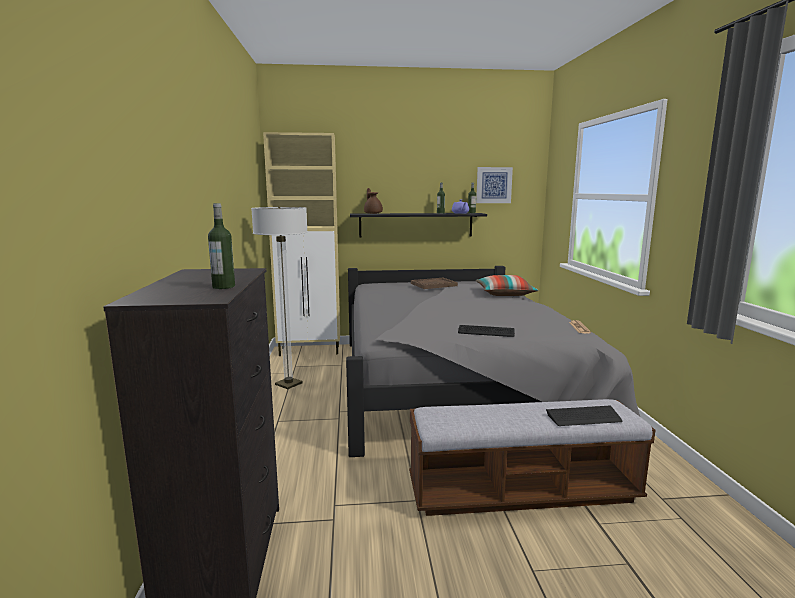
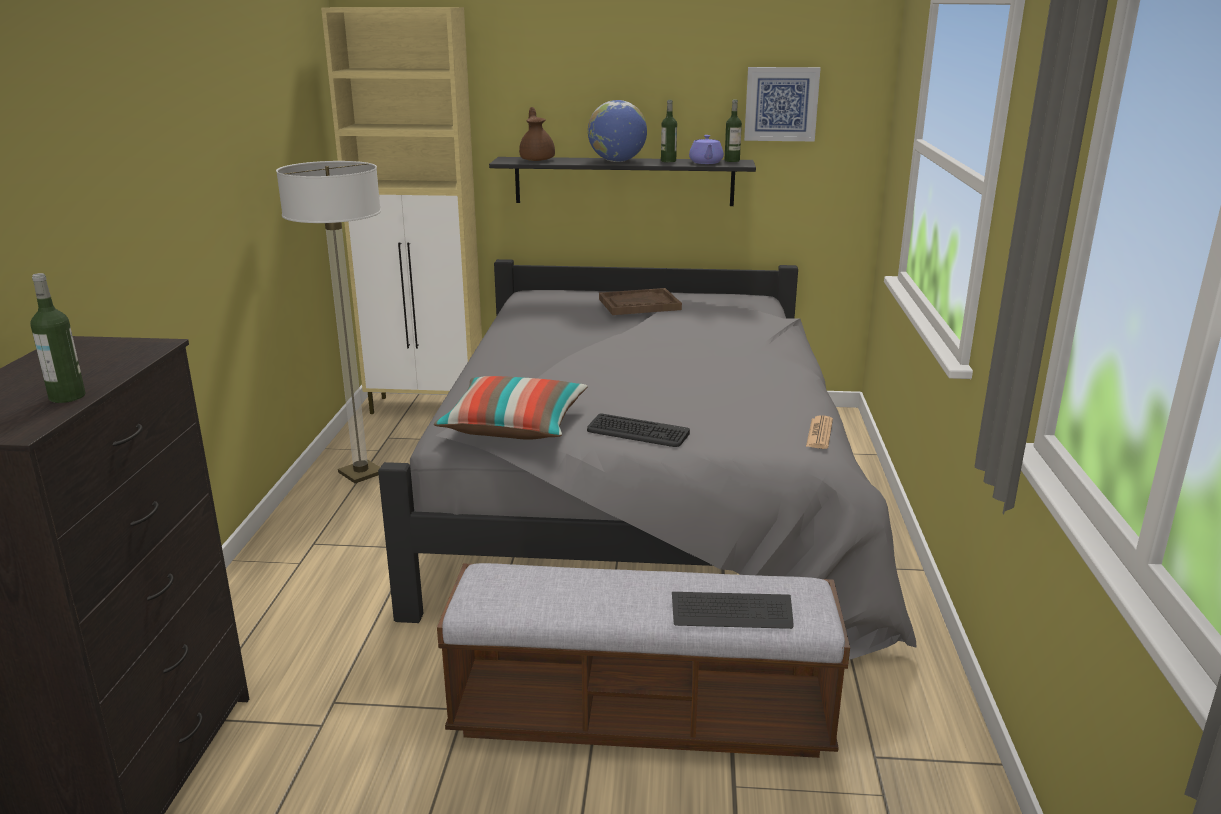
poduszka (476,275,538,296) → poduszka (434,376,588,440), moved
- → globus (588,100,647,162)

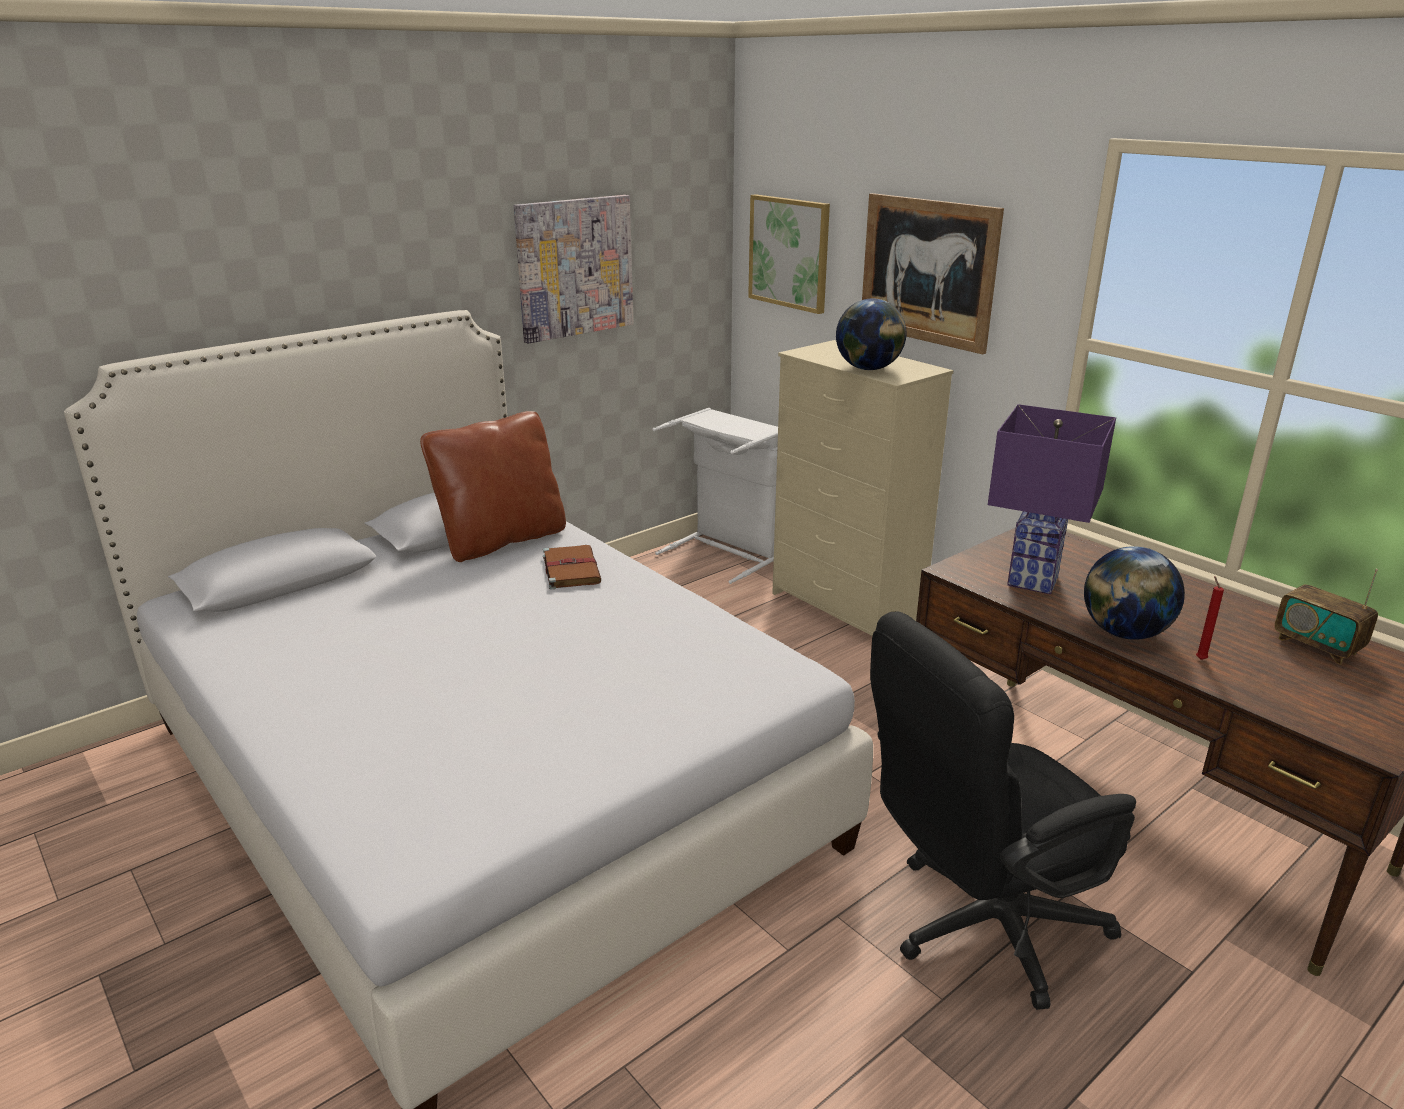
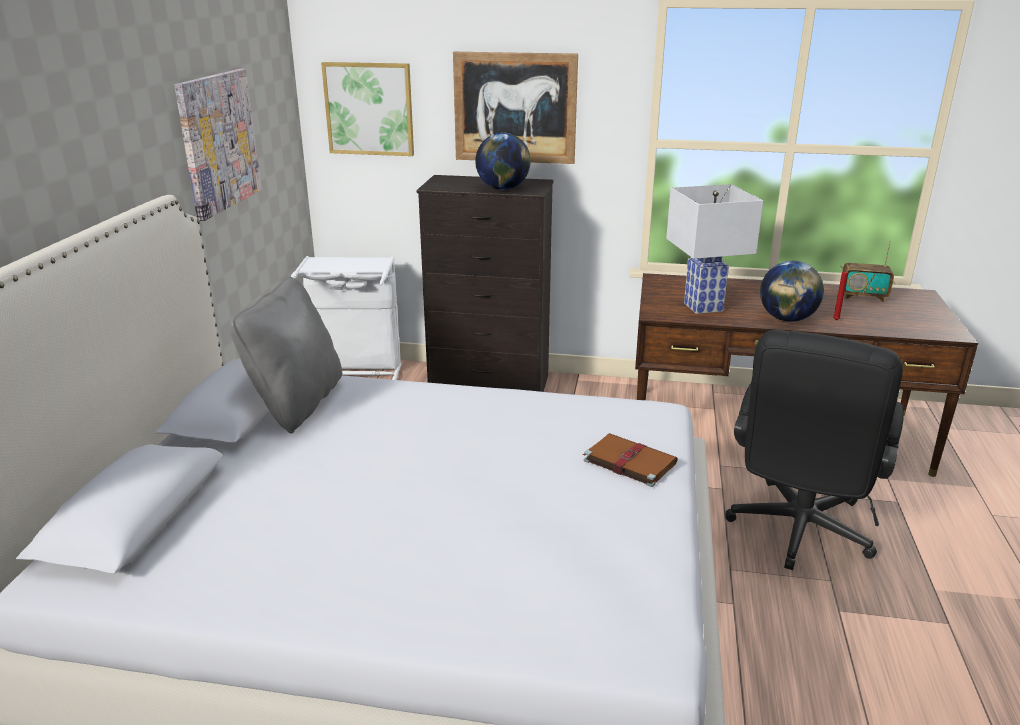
poduszka [brązowy] (420,411,566,562) → poduszka [szary] (229,277,342,434)
komoda [beżowy] (772,340,953,636) → komoda [czarny] (417,175,554,392)
książka [brązowy] (543,545,601,589) → książka [brązowy] (583,433,678,487), moved
lampa stołowa [fioletowy] (988,404,1116,594) → lampa stołowa [biały] (666,184,764,314)

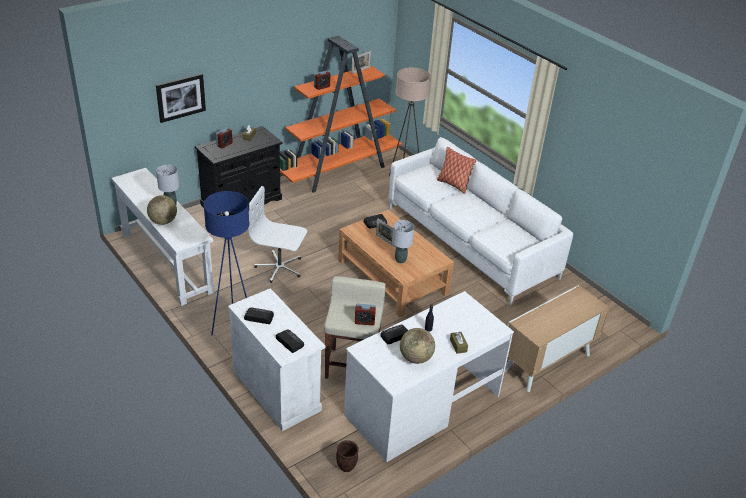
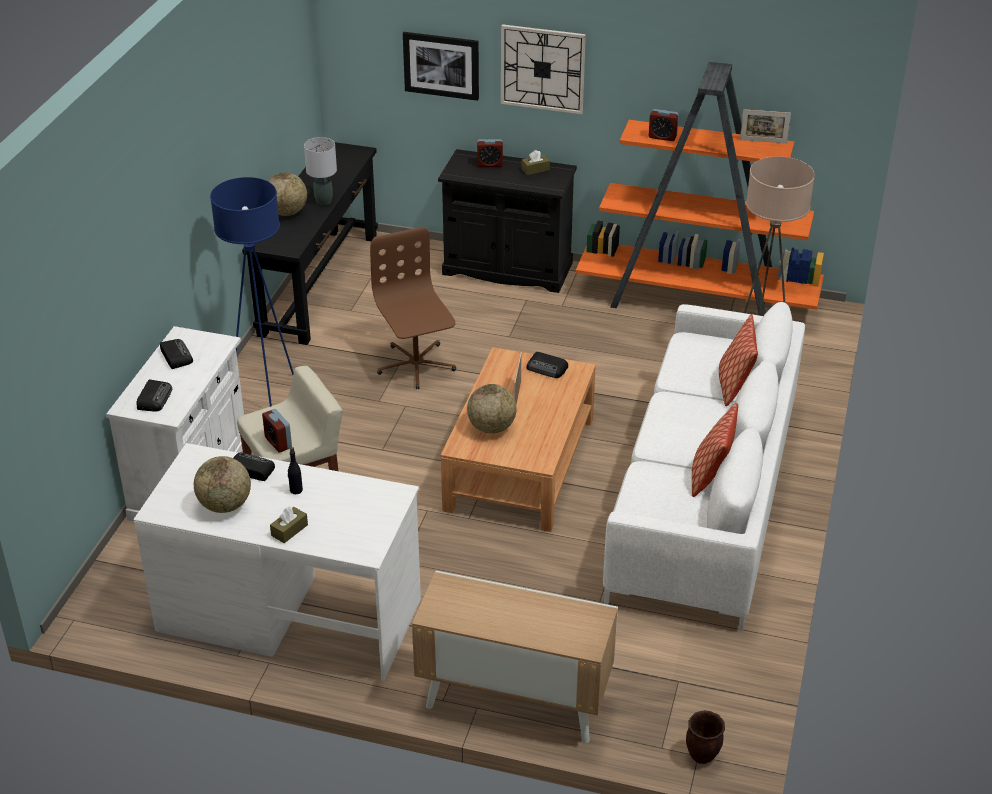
stolik konsolowy [biały] (111,168,215,306) → stolik konsolowy [czarny] (242,142,378,345)
krzesło biurowe [biały] (249,186,307,283) → krzesło biurowe [brązowy] (370,227,456,389)
lampa stołowa [szary] (392,220,414,263) → globus (467,384,517,434)
- → zegar ścienny (501,24,586,114)
donica [brązowy] (336,440,359,472) → donica [brązowy] (686,710,725,764), moved
- → poduszka (692,403,738,497)

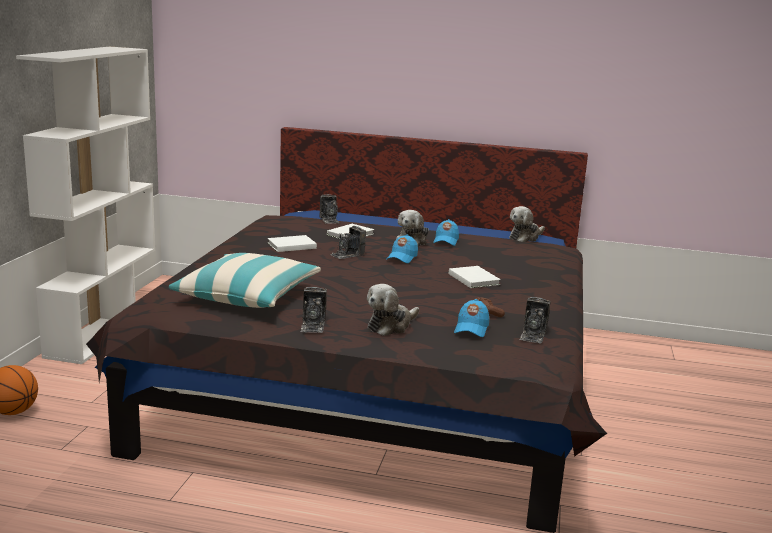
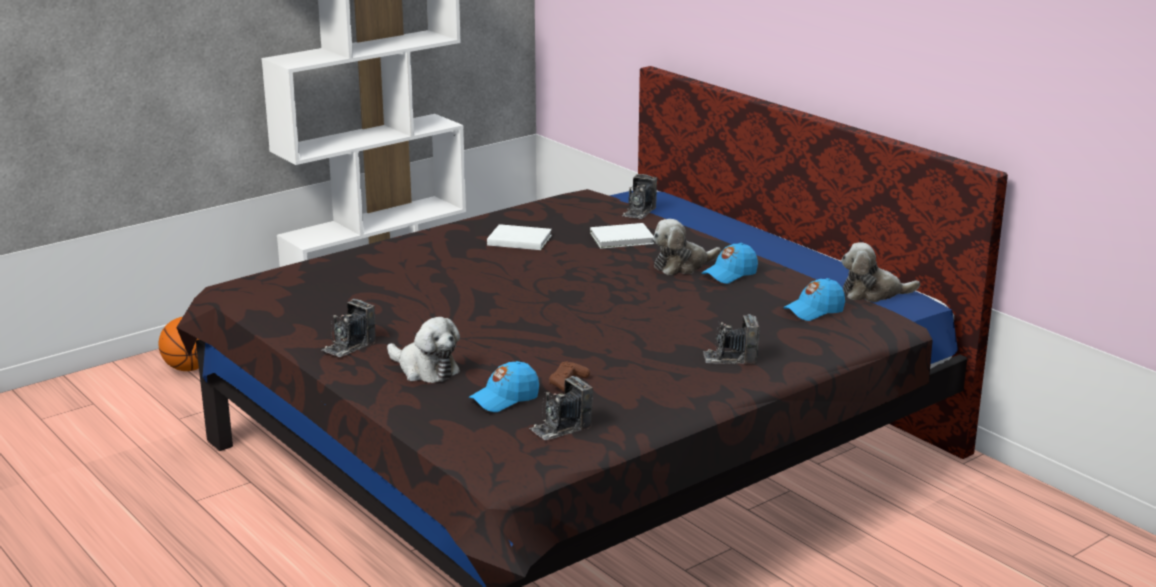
pluszak (367,284,419,336) → pluszak (387,317,460,383), 135 degrees counterclockwise
aparat fotograficzny (330,226,366,259) → aparat fotograficzny (702,314,759,364), moved
czapka z daszkiem [niebieski] (386,235,418,263) → czapka z daszkiem [niebieski] (783,278,845,321), moved
poduszka (169,253,321,308) → -
książka [biały] (449,266,501,288) → -

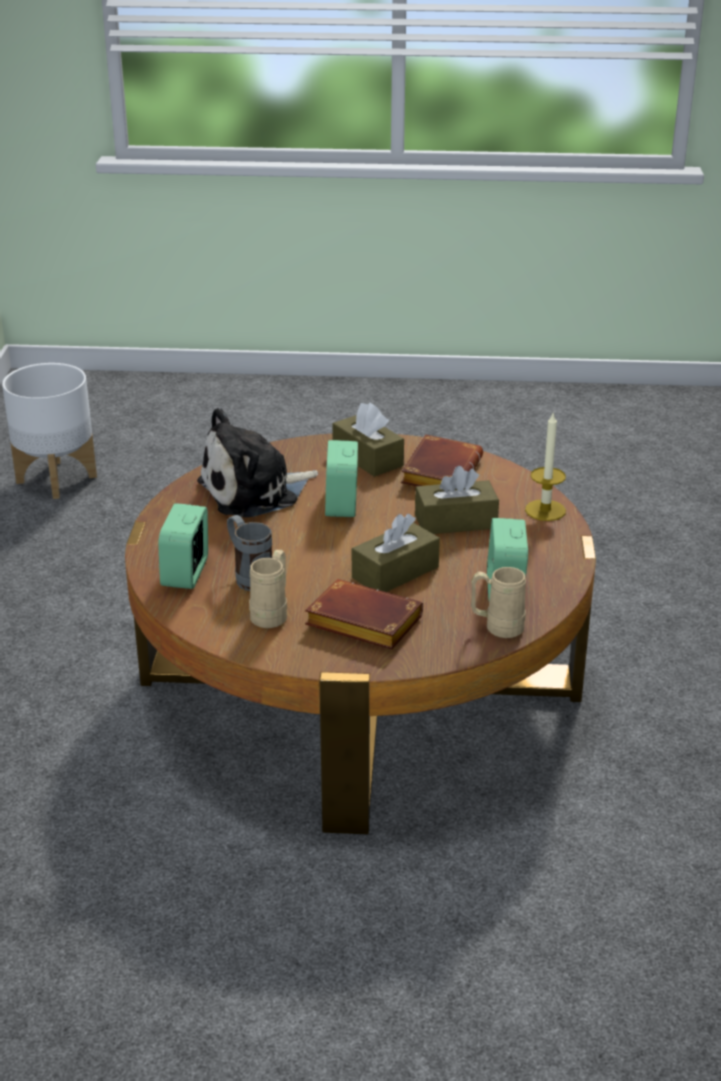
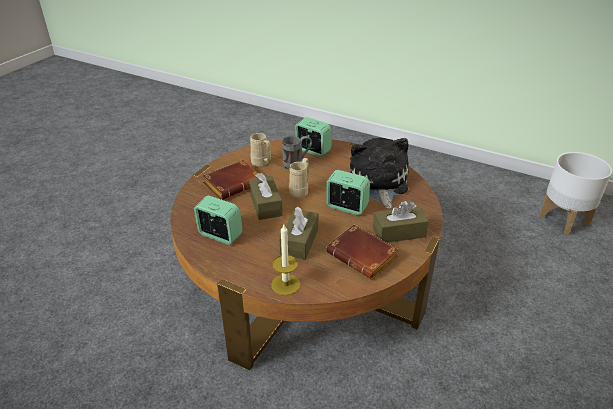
kubek [beżowy] (471,567,526,638) → kubek [beżowy] (289,158,309,198), moved

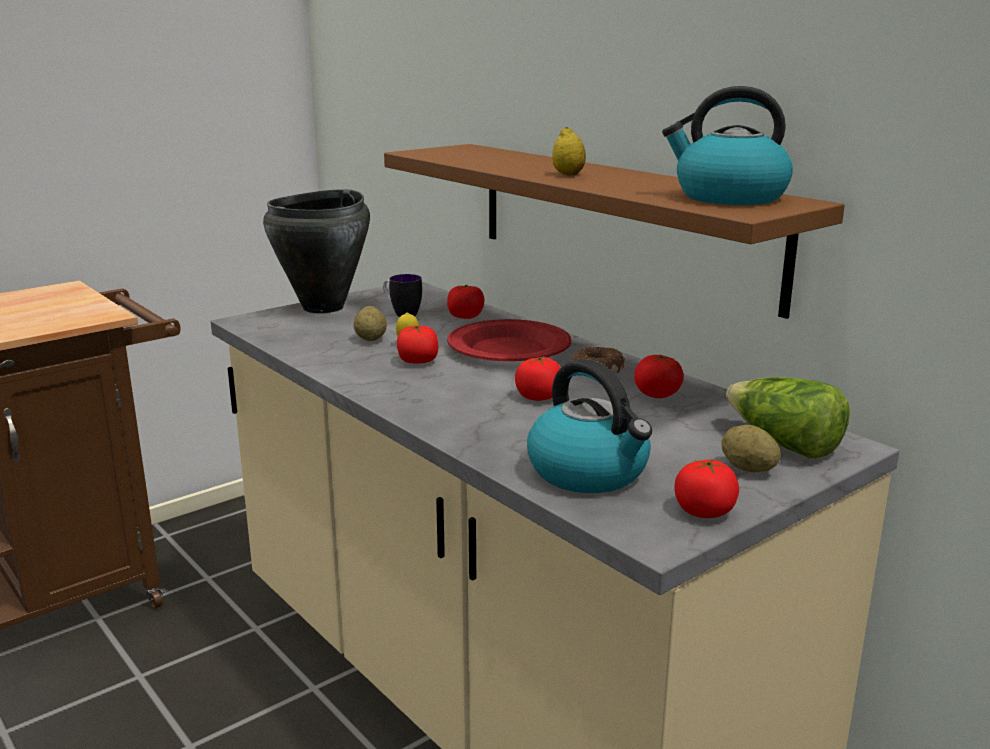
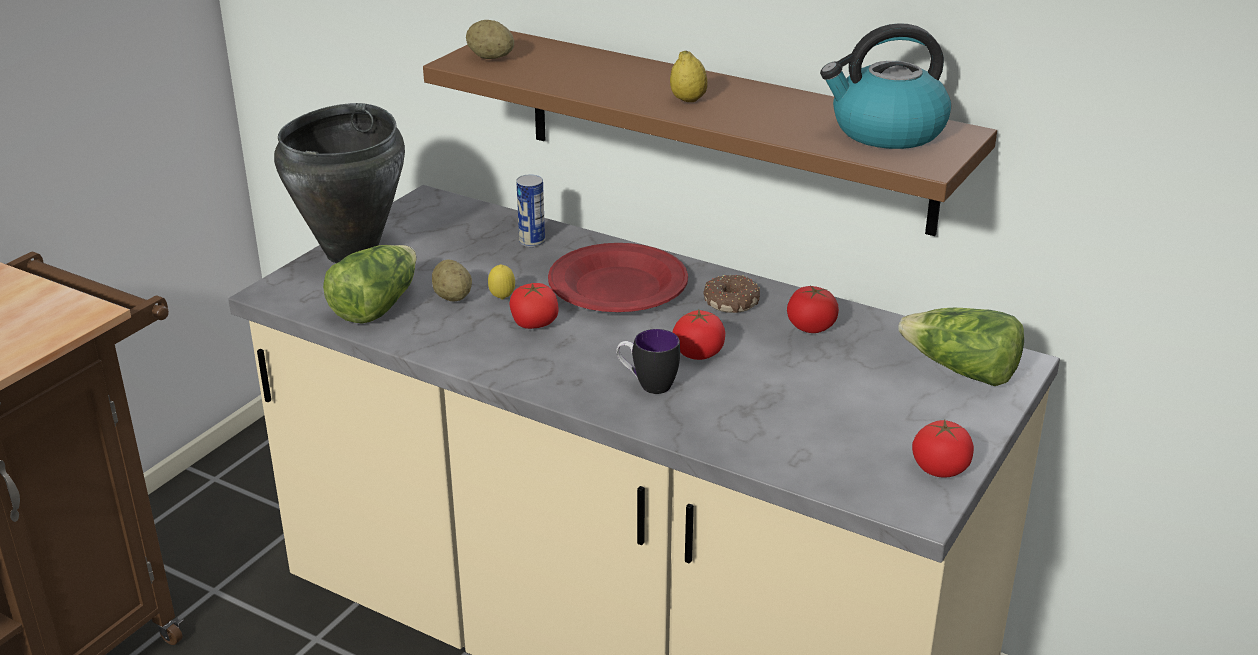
- → sałata (323,245,416,324)
ziemniak (721,425,781,472) → ziemniak (466,20,514,59), moved
pomidor (447,284,485,319) → puszka (516,174,545,247)
kubek (383,274,422,317) → kubek (616,329,680,394), moved
czajnik (527,359,652,493) → -

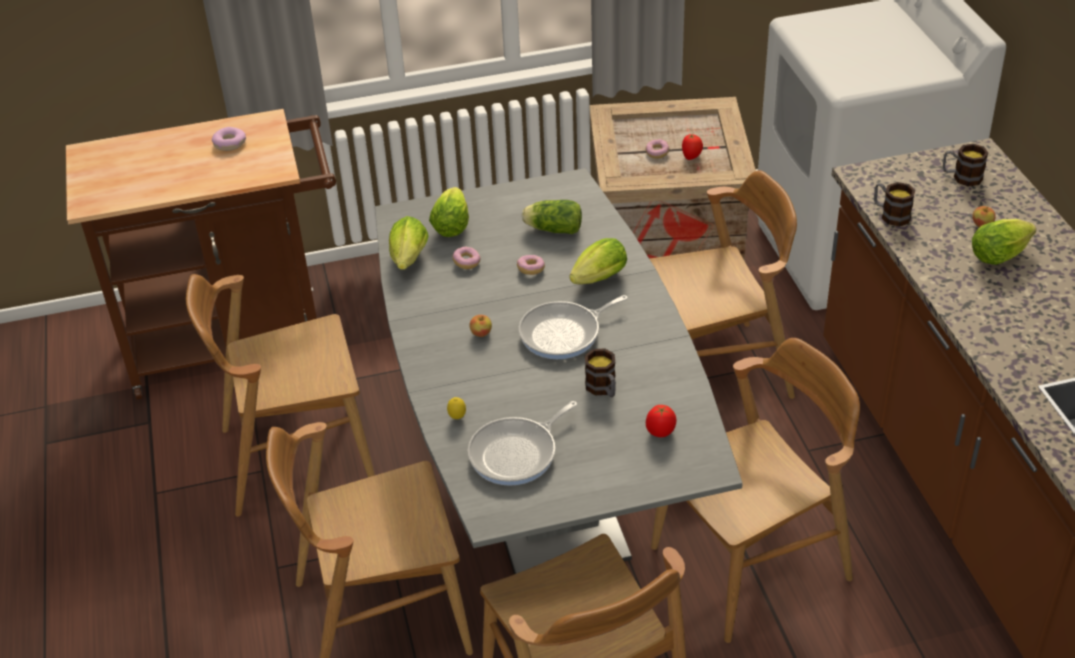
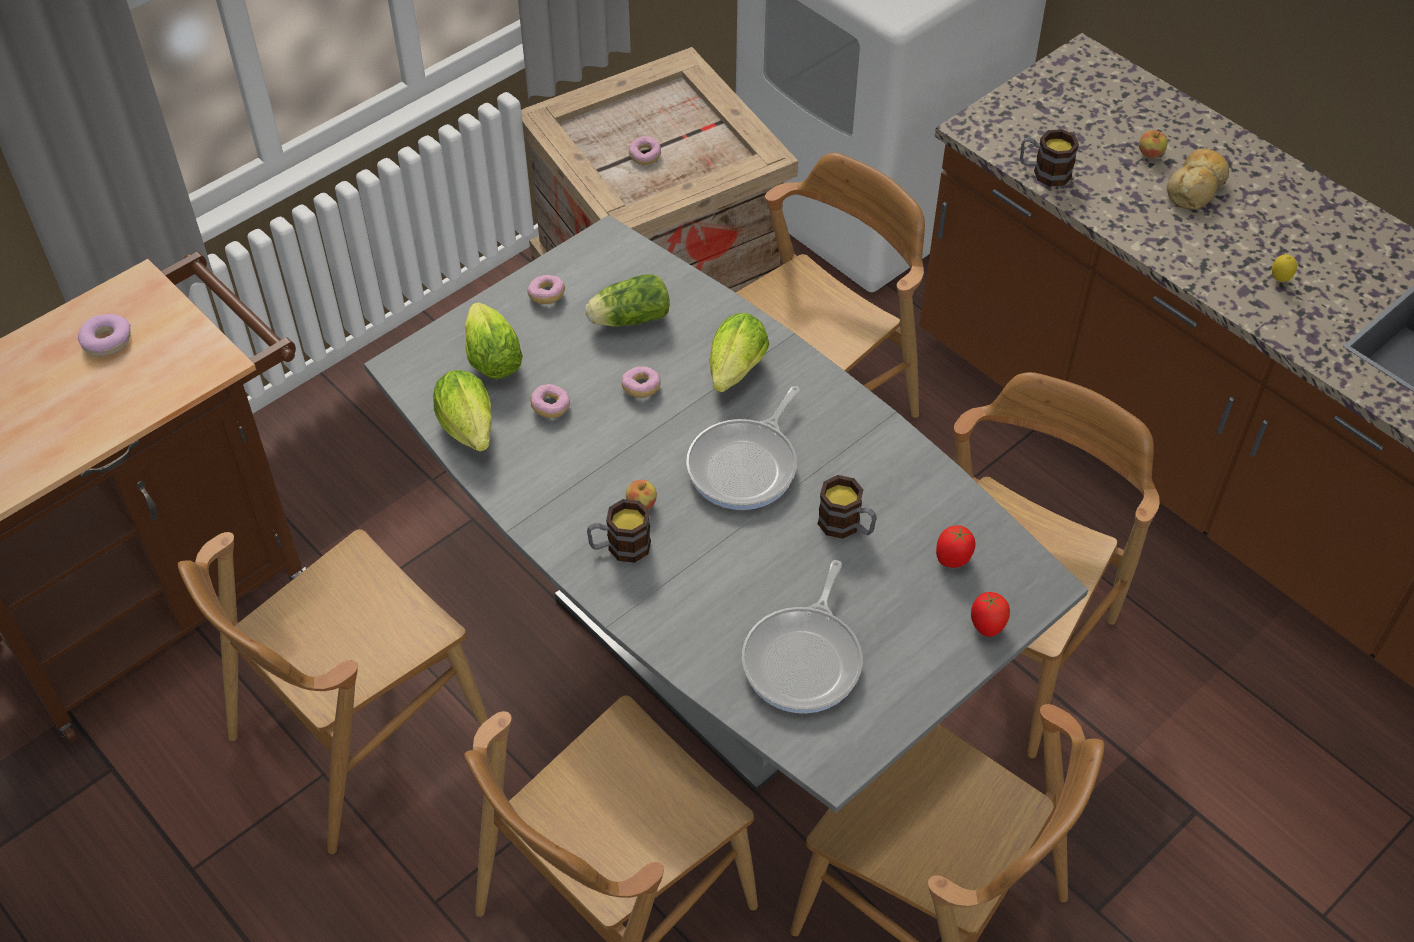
- → donut (527,275,565,304)
kubek (943,144,988,186) → kubek (587,499,651,563), moved
pomidor (682,133,703,160) → pomidor (971,592,1010,637), moved
sałata (972,219,1036,265) → chleb (1167,148,1229,210)
cytryna (447,397,466,419) → cytryna (1272,254,1297,282), moved

